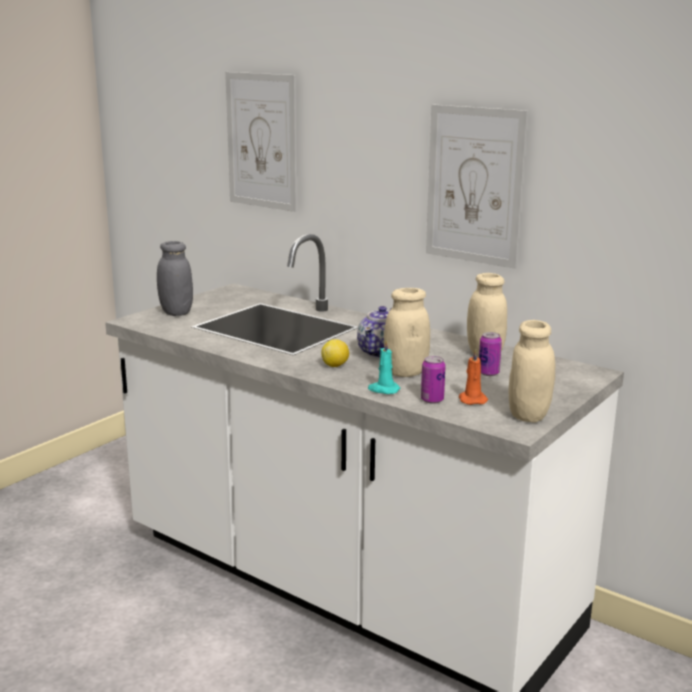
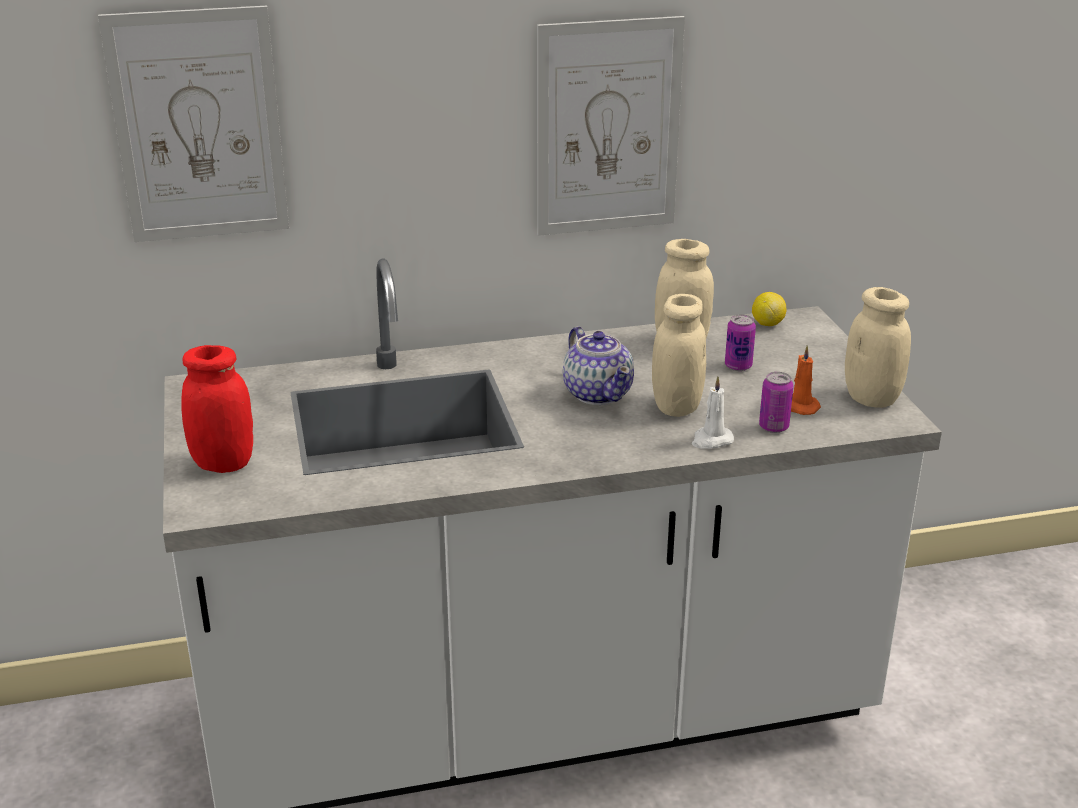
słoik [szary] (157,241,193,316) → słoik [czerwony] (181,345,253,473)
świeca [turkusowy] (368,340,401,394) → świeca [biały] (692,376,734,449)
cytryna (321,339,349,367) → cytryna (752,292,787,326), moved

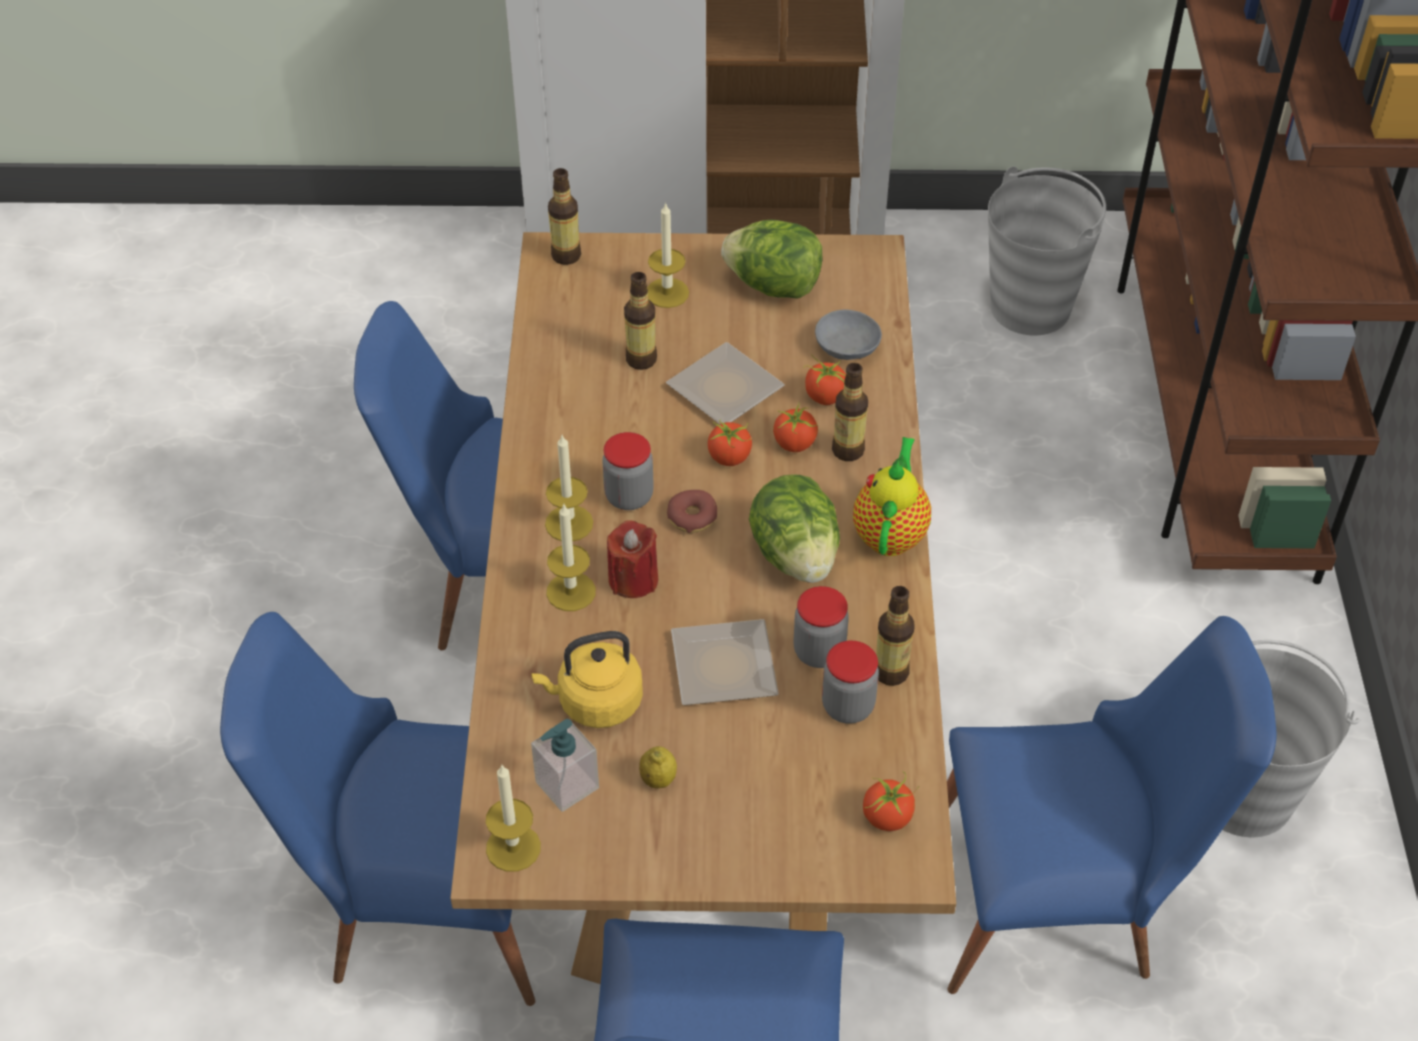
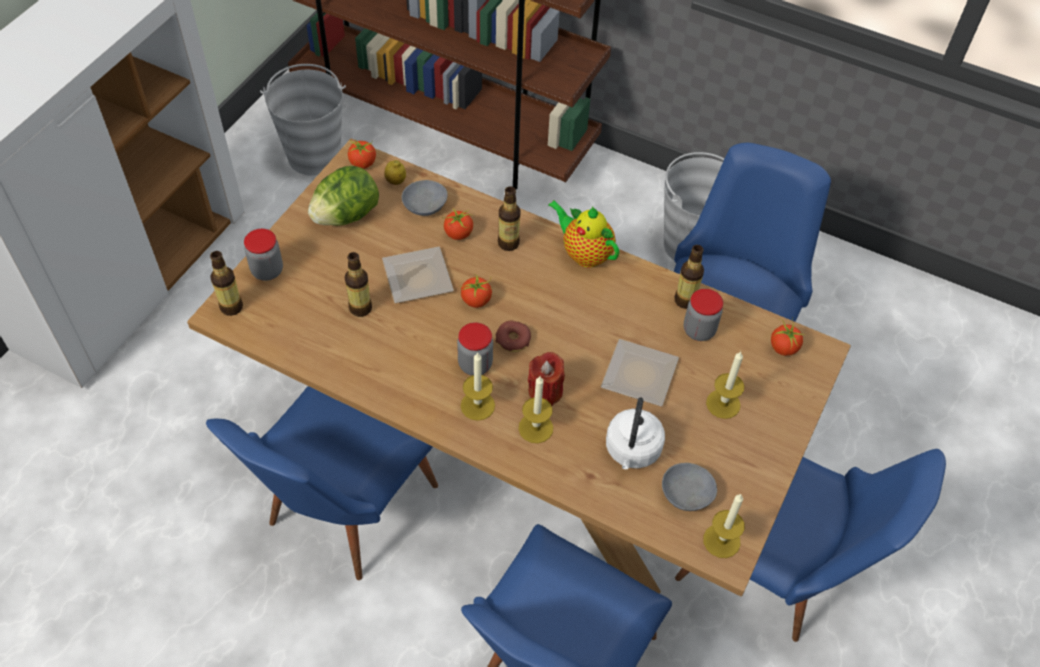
słoik (794,586,849,668) → słoik (244,229,283,281), moved
pomidor (773,402,818,452) → pomidor (348,139,376,169), moved
cytryna (639,746,677,789) → cytryna (384,160,406,185), moved
czajnik [żółty] (531,631,643,728) → czajnik [biały] (606,397,665,469)
dozownik mydła (531,719,599,812) → miska [szary] (662,463,717,511)
świeca (647,202,689,308) → świeca (706,352,744,419), moved
sałata (749,474,840,583) → -

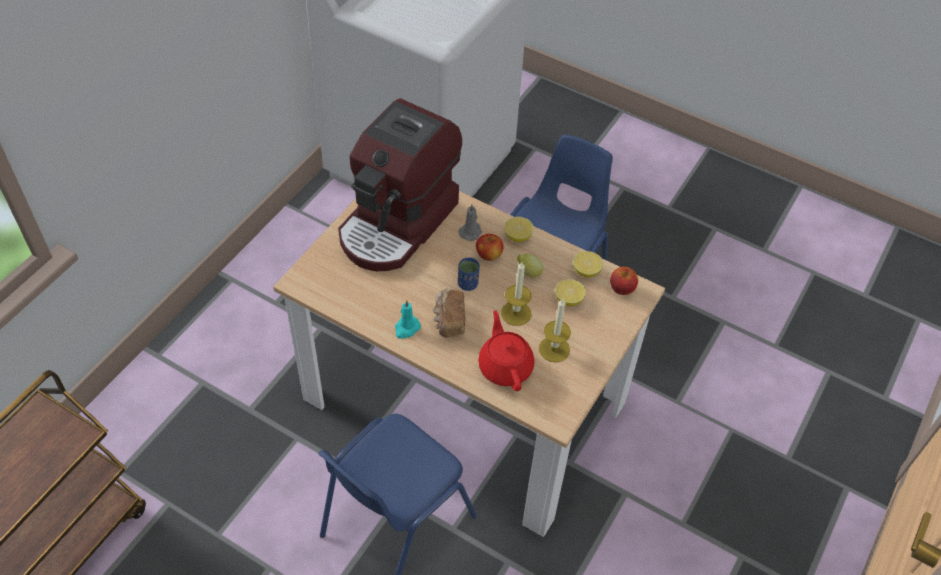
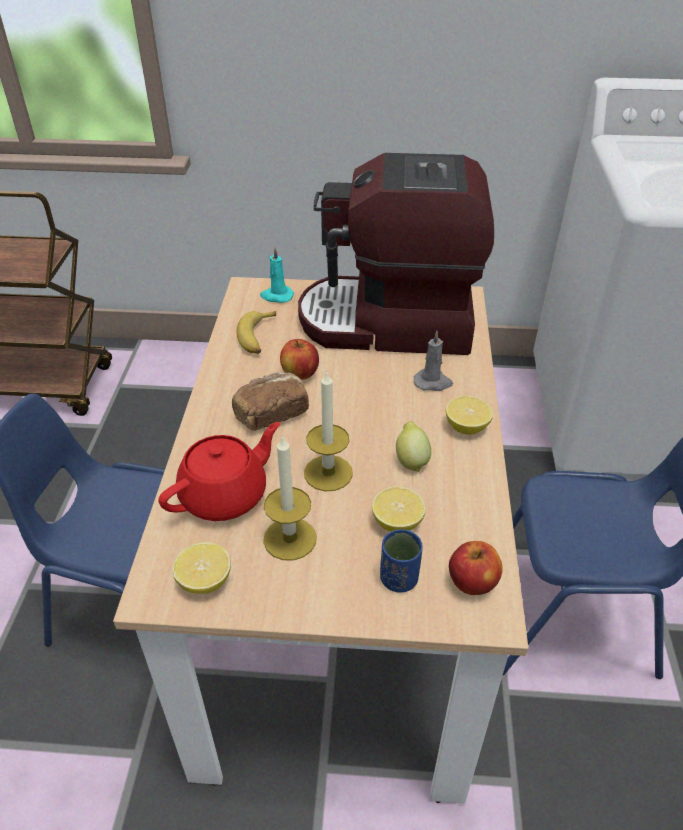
cytryna (573,251,603,277) → cytryna (173,542,231,594), moved
- → banan (237,311,276,354)
świeca [turkusowy] (395,300,421,339) → świeca [turkusowy] (260,247,294,303), moved
jabłko (476,234,504,261) → jabłko (280,339,319,380), moved
filiżanka [niebieski] (458,257,480,291) → filiżanka [niebieski] (380,529,423,593), moved

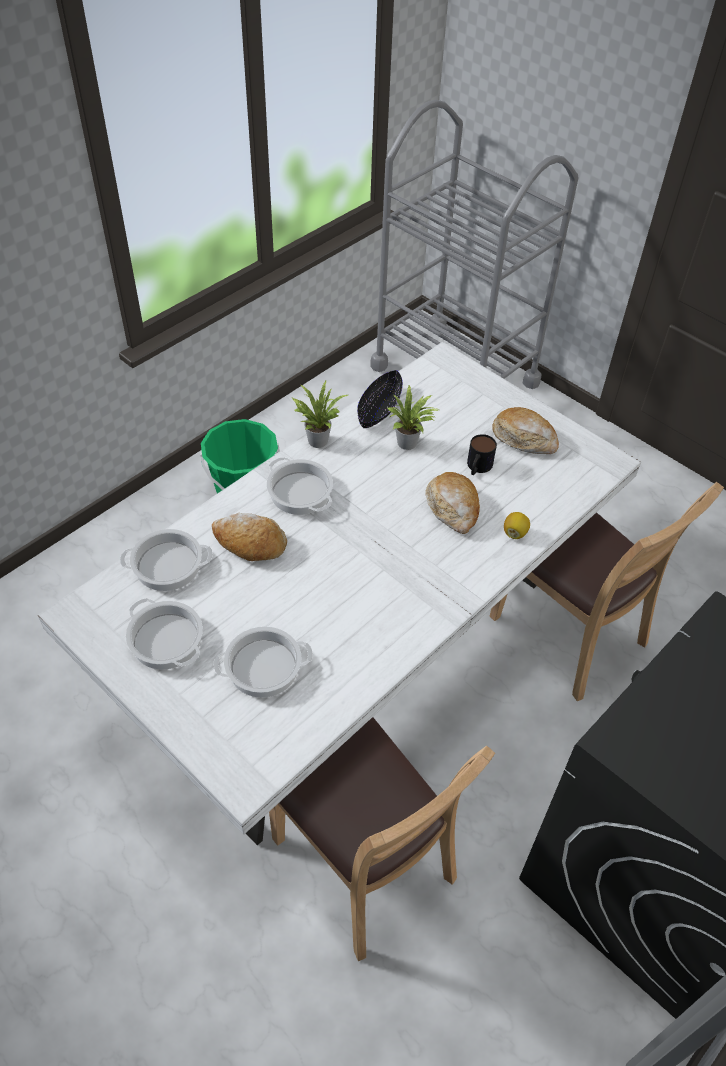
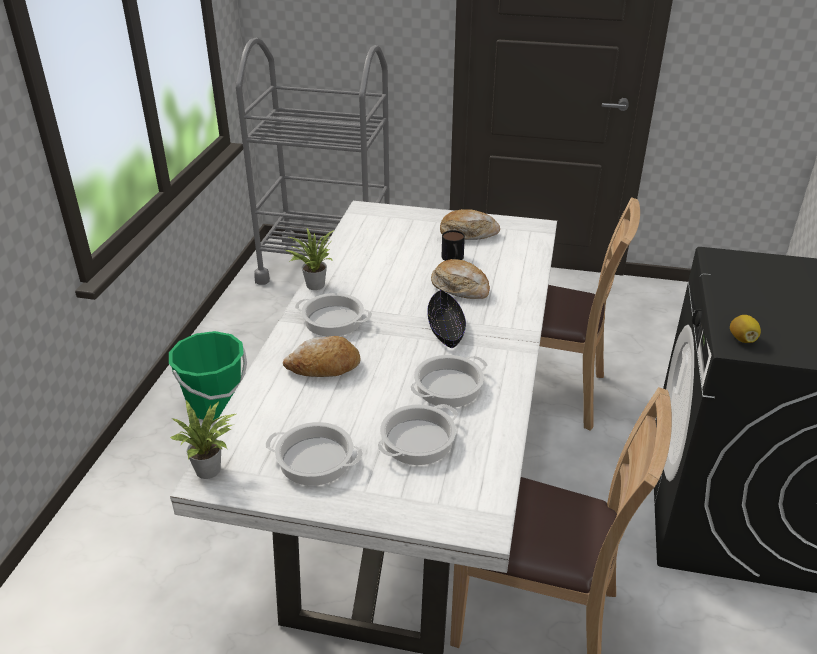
roślina doniczkowa (388,384,438,450) → roślina doniczkowa (170,401,236,479), moved
garnek (120,529,213,591) → garnek (410,355,488,408), moved
miska [czarny] (357,370,403,428) → miska [czarny] (427,290,466,348), moved
cytryna (504,512,530,539) → cytryna (730,315,761,343), moved

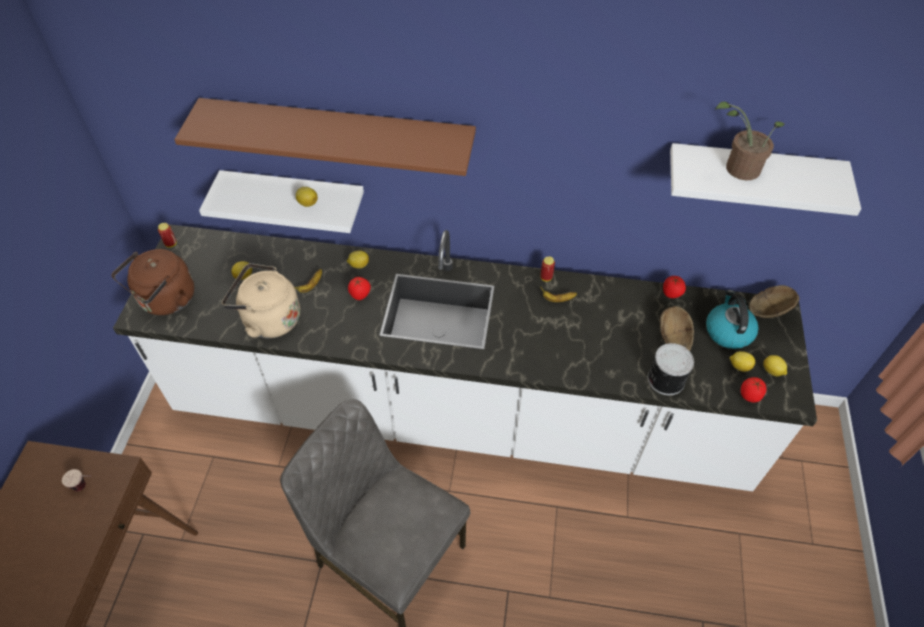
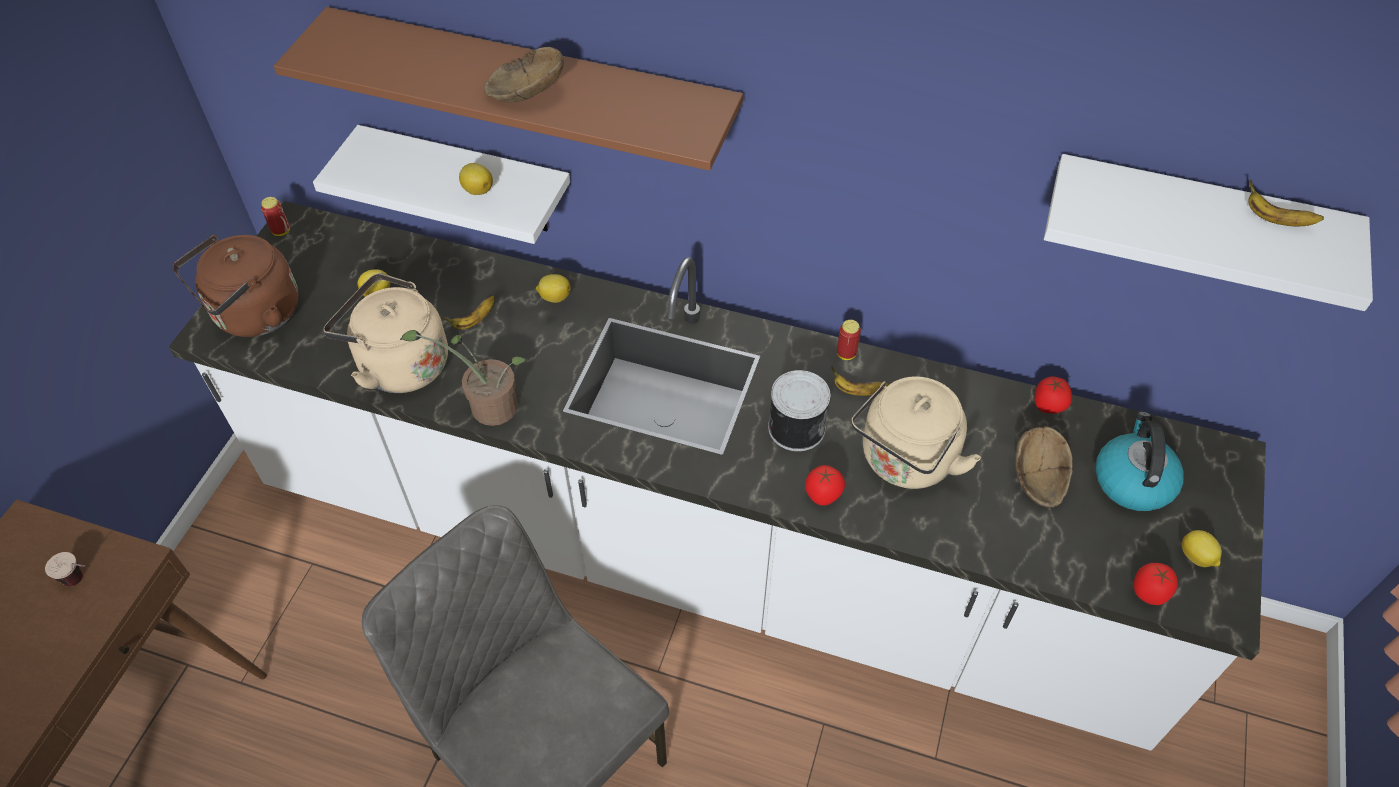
roślina doniczkowa (715,101,785,180) → roślina doniczkowa (400,330,527,426), moved
miska [brązowy] (749,285,799,318) → miska [brązowy] (484,47,564,102), moved
puszka (648,343,694,395) → puszka (768,370,831,451), moved
pomidor (348,277,371,300) → pomidor (805,465,845,506), moved
- → czajnik [beżowy] (851,376,981,489)
- → banan (1248,180,1324,226)
cytryna (730,351,755,372) → -

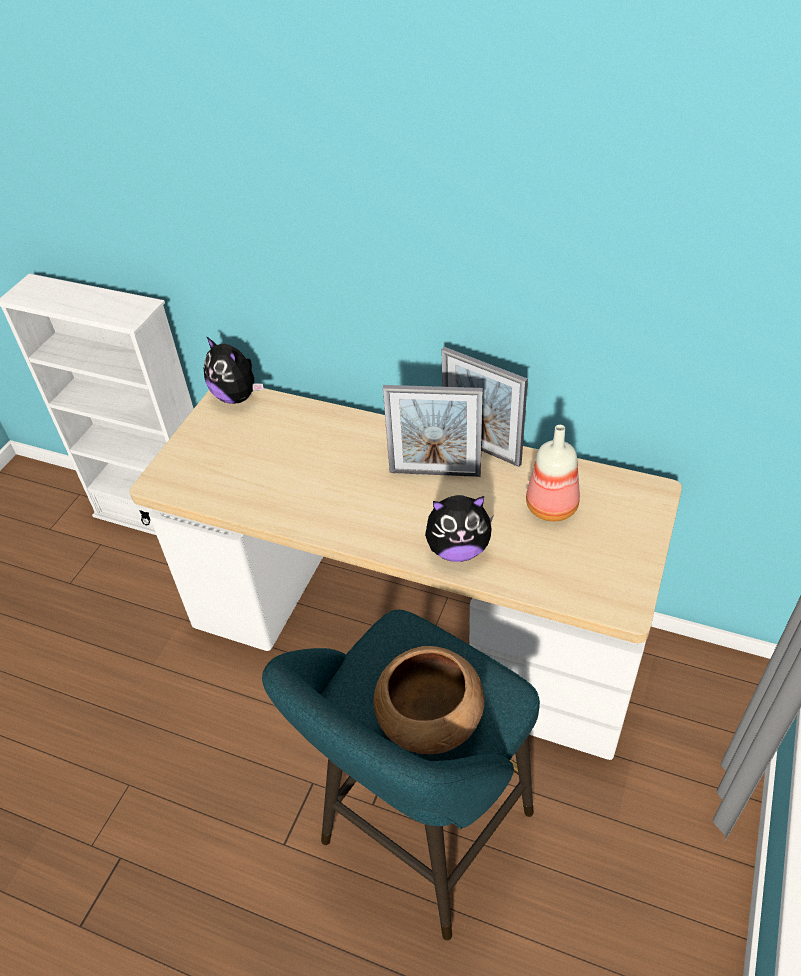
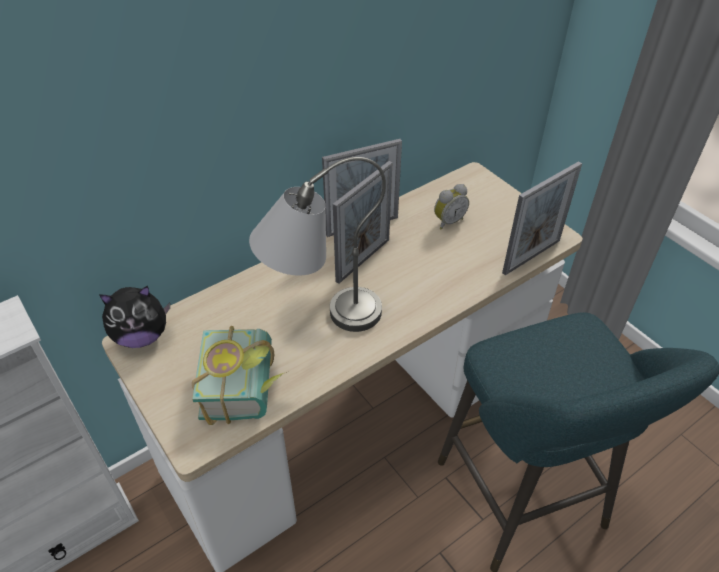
- → książka (192,326,287,425)
- → lampa stołowa [szary] (249,157,386,332)
butelka (526,425,580,521) → budzik (434,184,469,229)
- → ramka na zdjęcie (502,161,582,275)
miska [brązowy] (373,646,484,754) → -
pluszak (425,495,493,562) → -

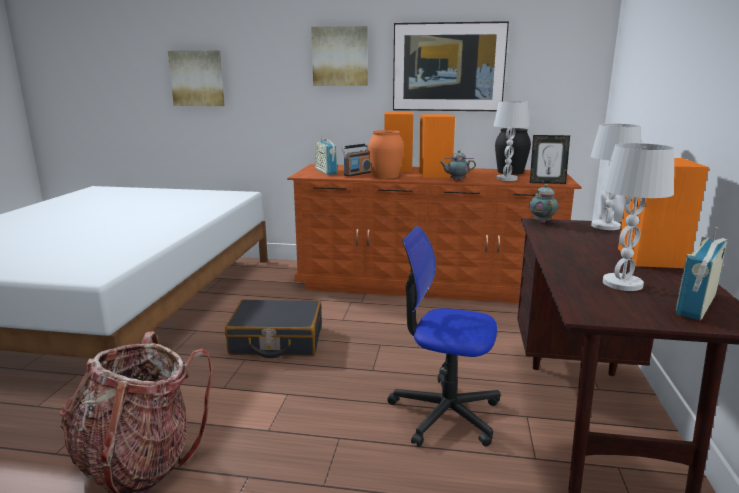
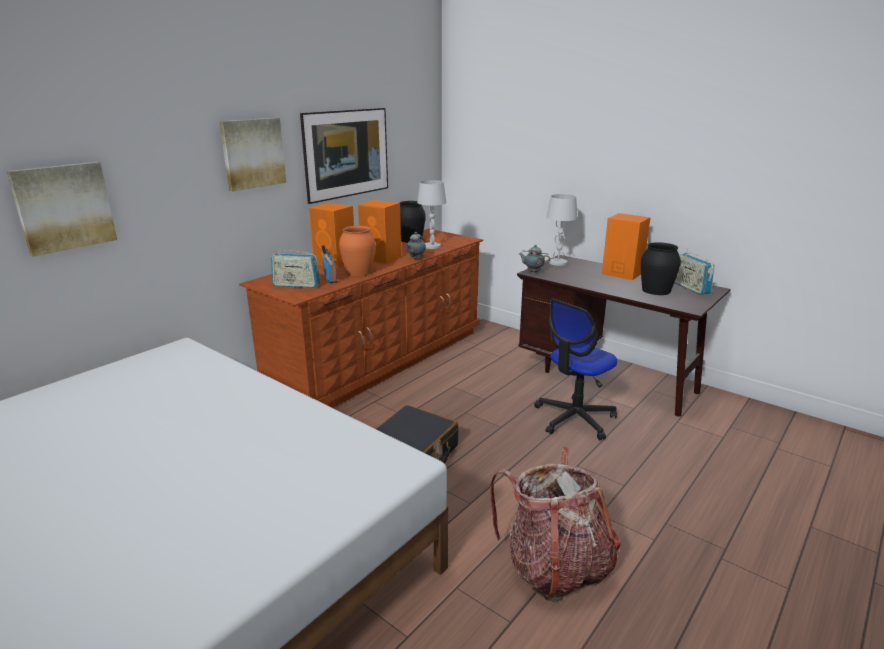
lampa stołowa [biały] (602,143,674,291) → wazon [czarny] (641,242,681,295)
ramka na zdjęcie (530,135,570,184) → -

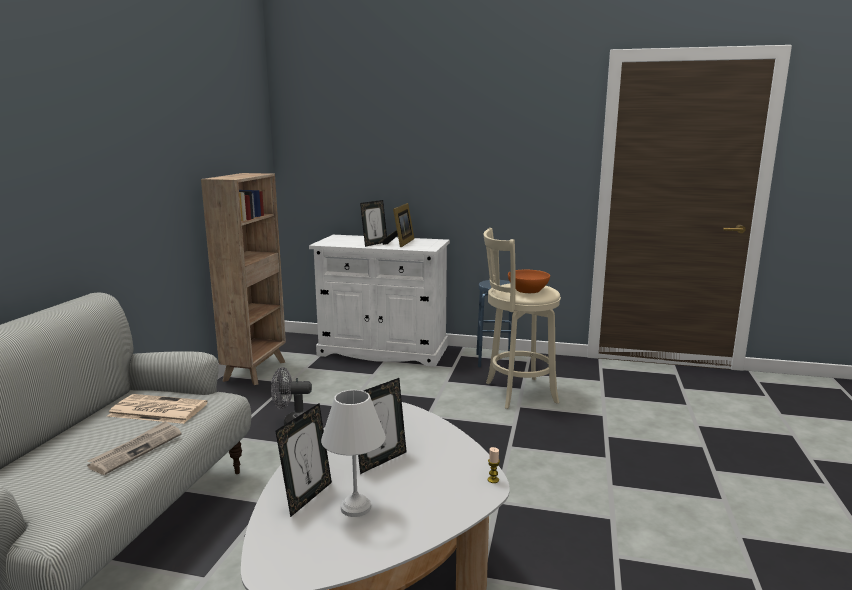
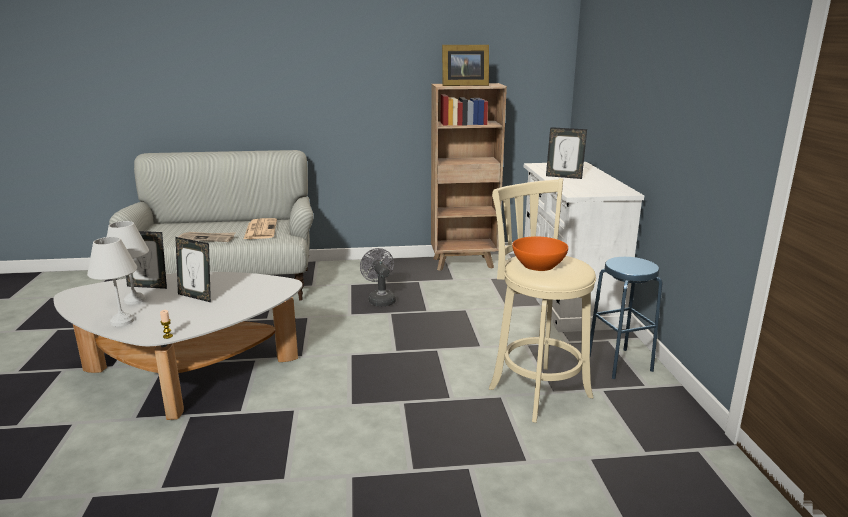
- → lampa stołowa [biały] (87,237,137,326)
ramka na zdjęcie (383,203,414,247) → ramka na zdjęcie (442,45,489,86), moved

